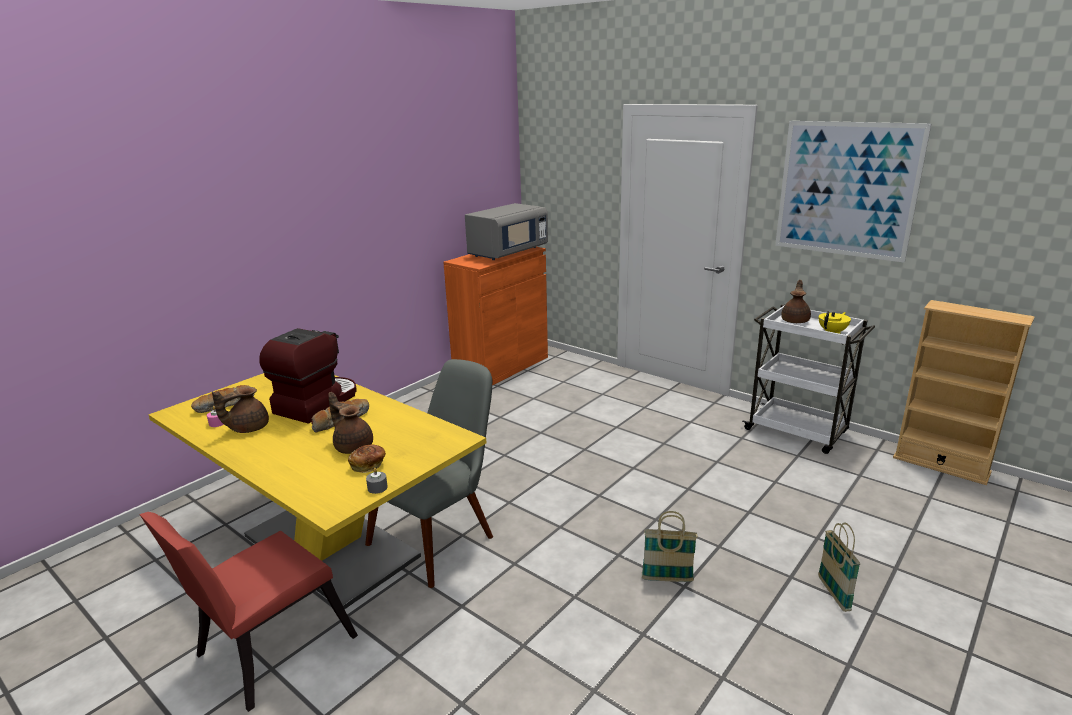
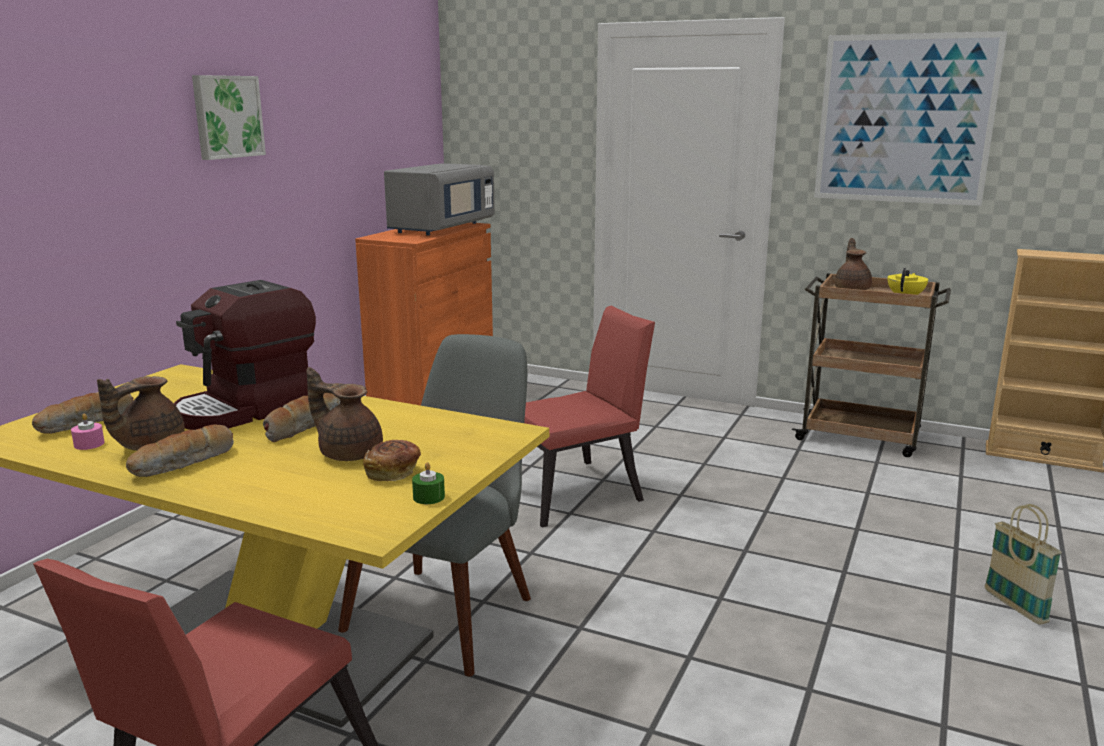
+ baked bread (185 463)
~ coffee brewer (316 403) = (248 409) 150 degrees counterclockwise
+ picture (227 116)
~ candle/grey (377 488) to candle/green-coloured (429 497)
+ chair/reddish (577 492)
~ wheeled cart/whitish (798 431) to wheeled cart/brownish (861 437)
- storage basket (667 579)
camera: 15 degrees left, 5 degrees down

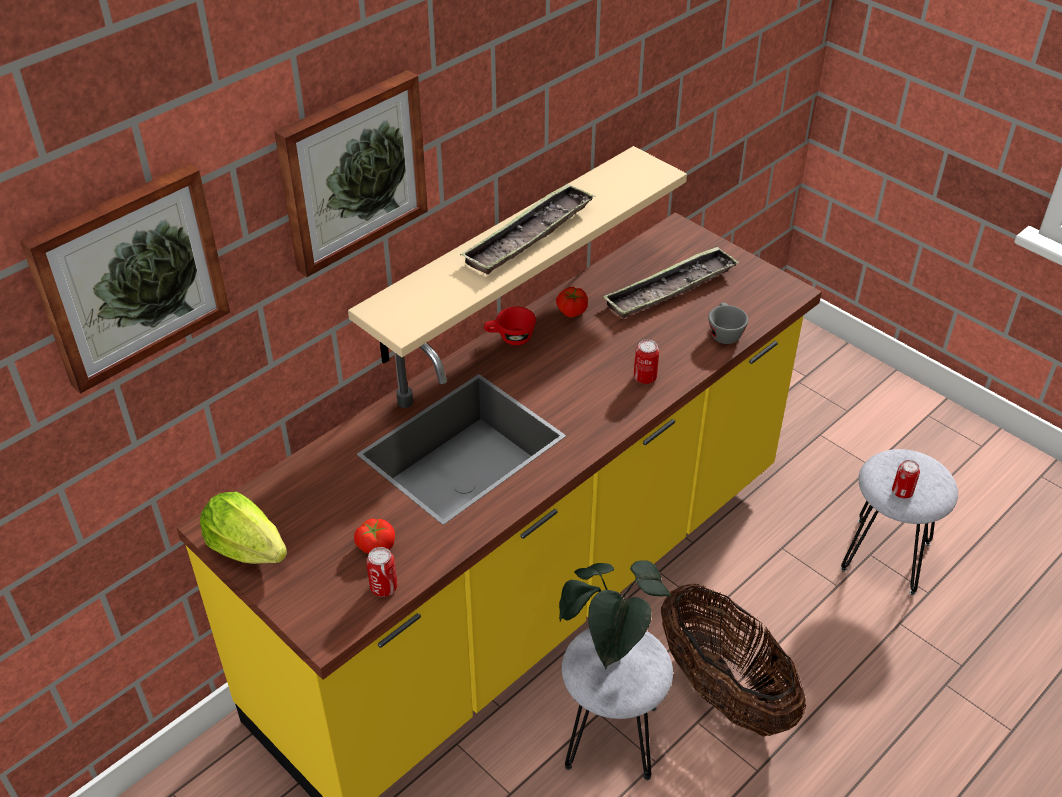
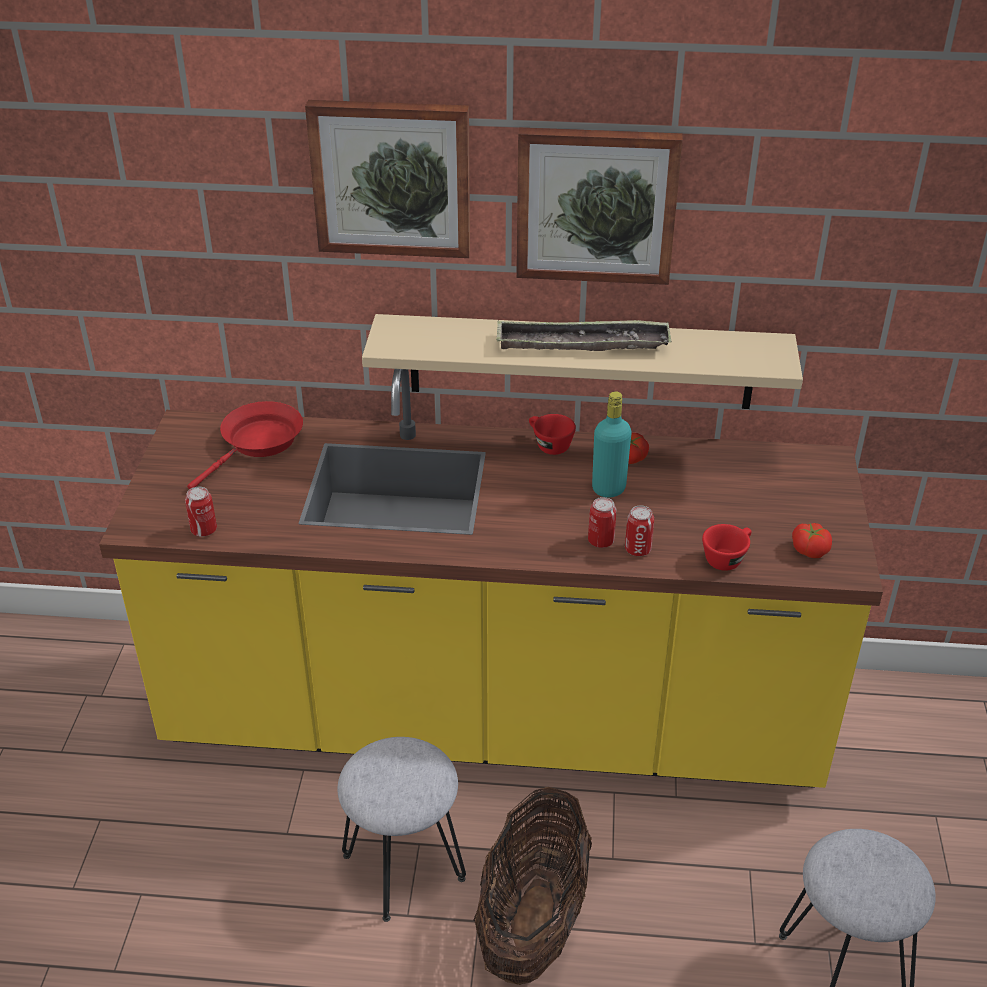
+ frying pan/reddish (258 443)
~ picture (129 275) to (596 204)
+ beverage bottle/blue-green (608 489)
~ sealed can (902 492) to (638 549)
~ small cup/grey (724 332) to small cup/reddish (727 558)
~ whole tomato (375 544) to (810 549)
- lettuce head (246 548)
- potted plant (610 649)
- tray (670 289)
camera: 50 degrees right, 5 degrees down

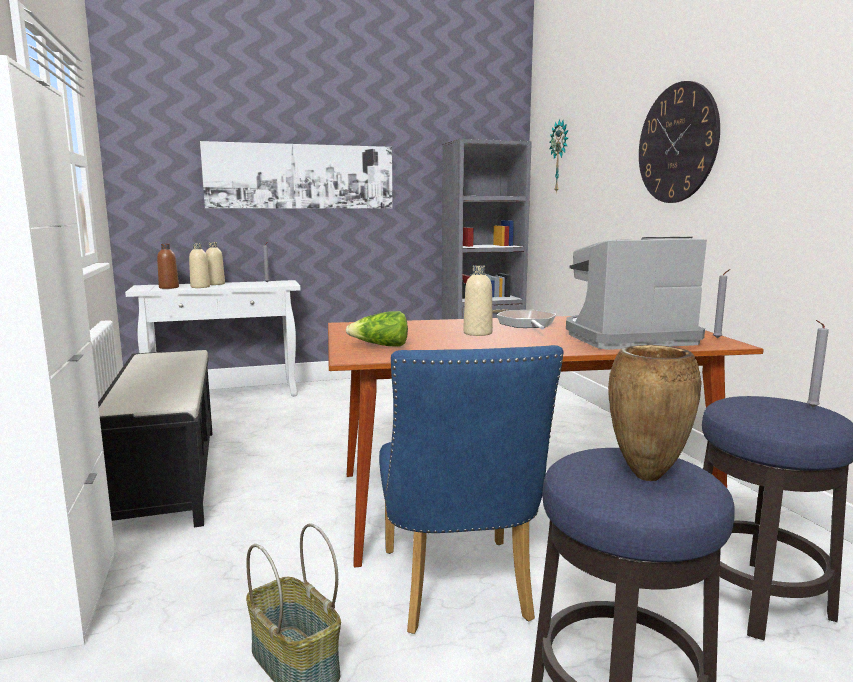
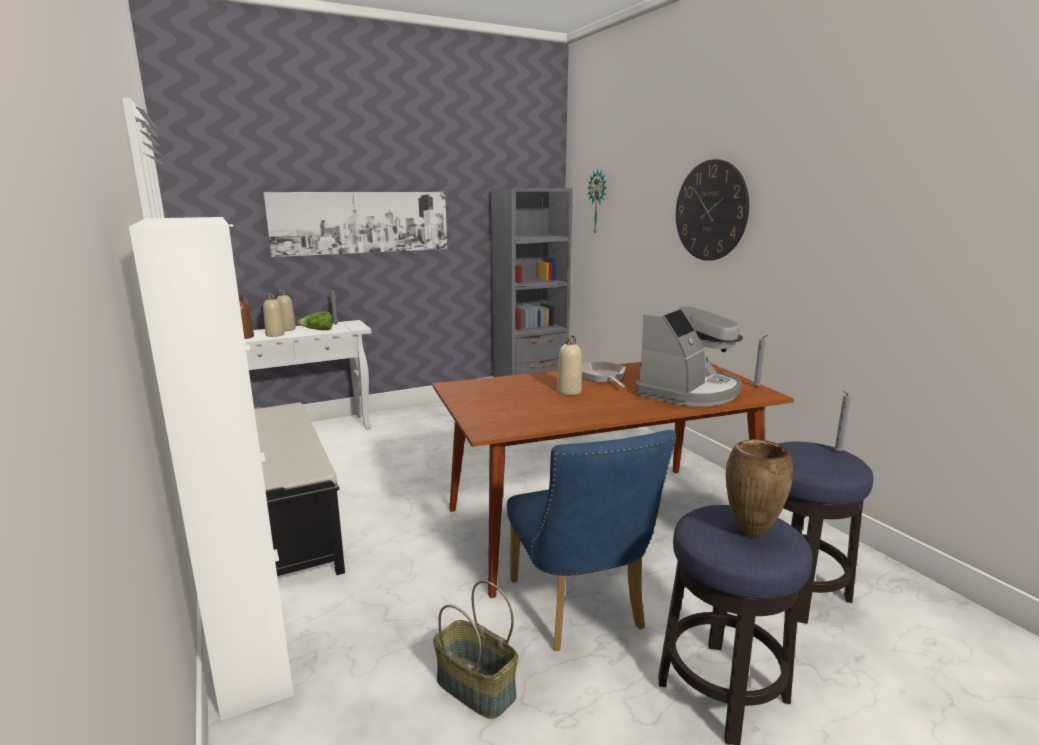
~ lettuce head (381 346) to (318 330)
~ coffee brewer (626 338) = (689 391) 150 degrees clockwise
camera: 10 degrees left, 5 degrees up

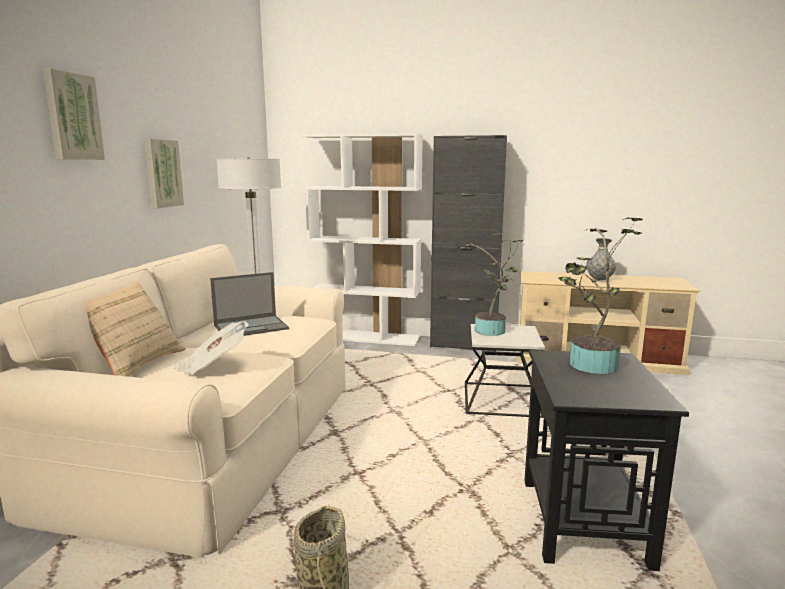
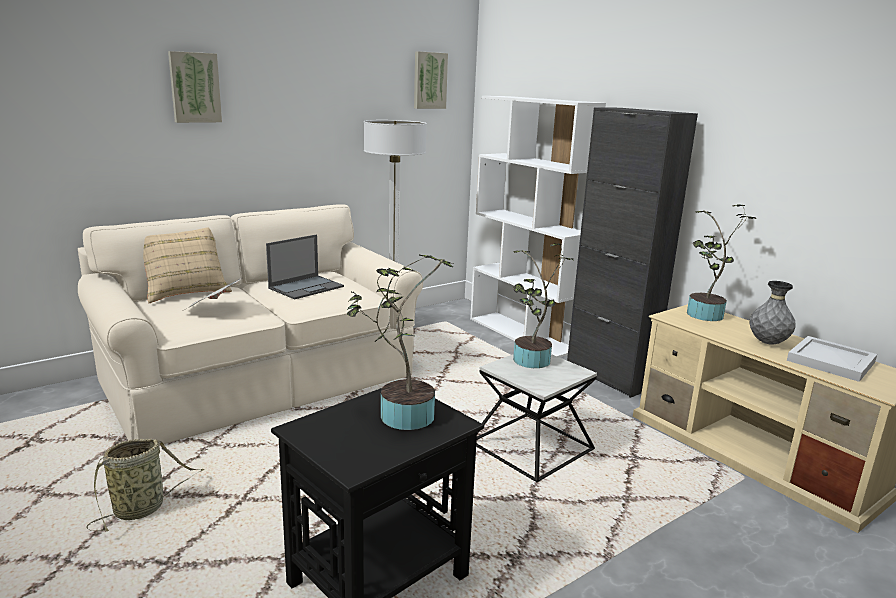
~ laptop (252 327) = (307 287) 60 degrees counterclockwise
~ picture (162 173) to (429 80)
+ potted plant (704 316)
+ tray/whitish (832 361)
camera: 40 degrees right, 5 degrees up

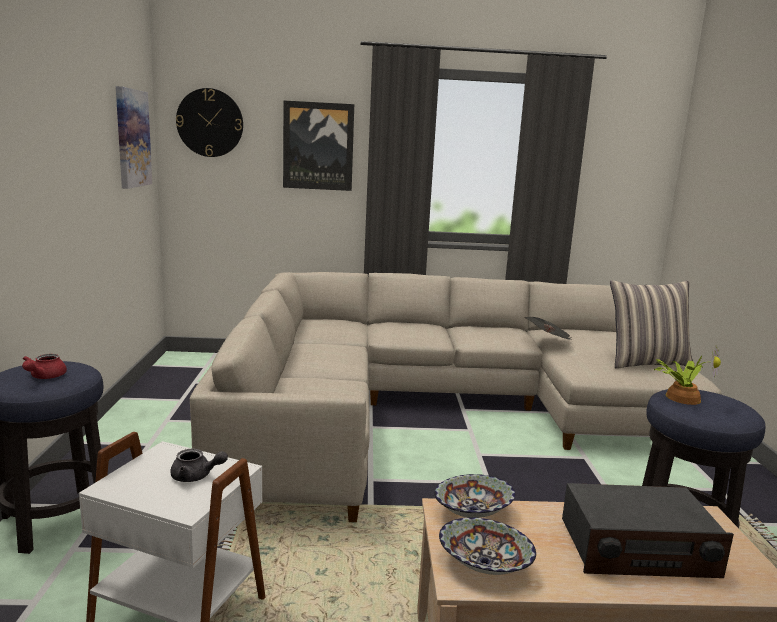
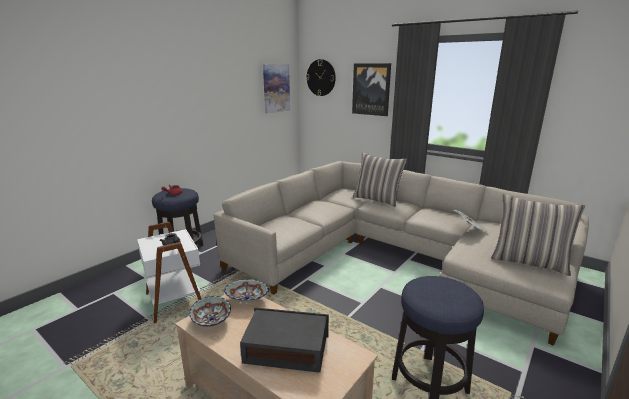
~ radio receiver (637 548) = (286 349) 150 degrees clockwise
+ cushion (377 199)
- potted plant (681 397)
camera: 40 degrees right, 5 degrees up

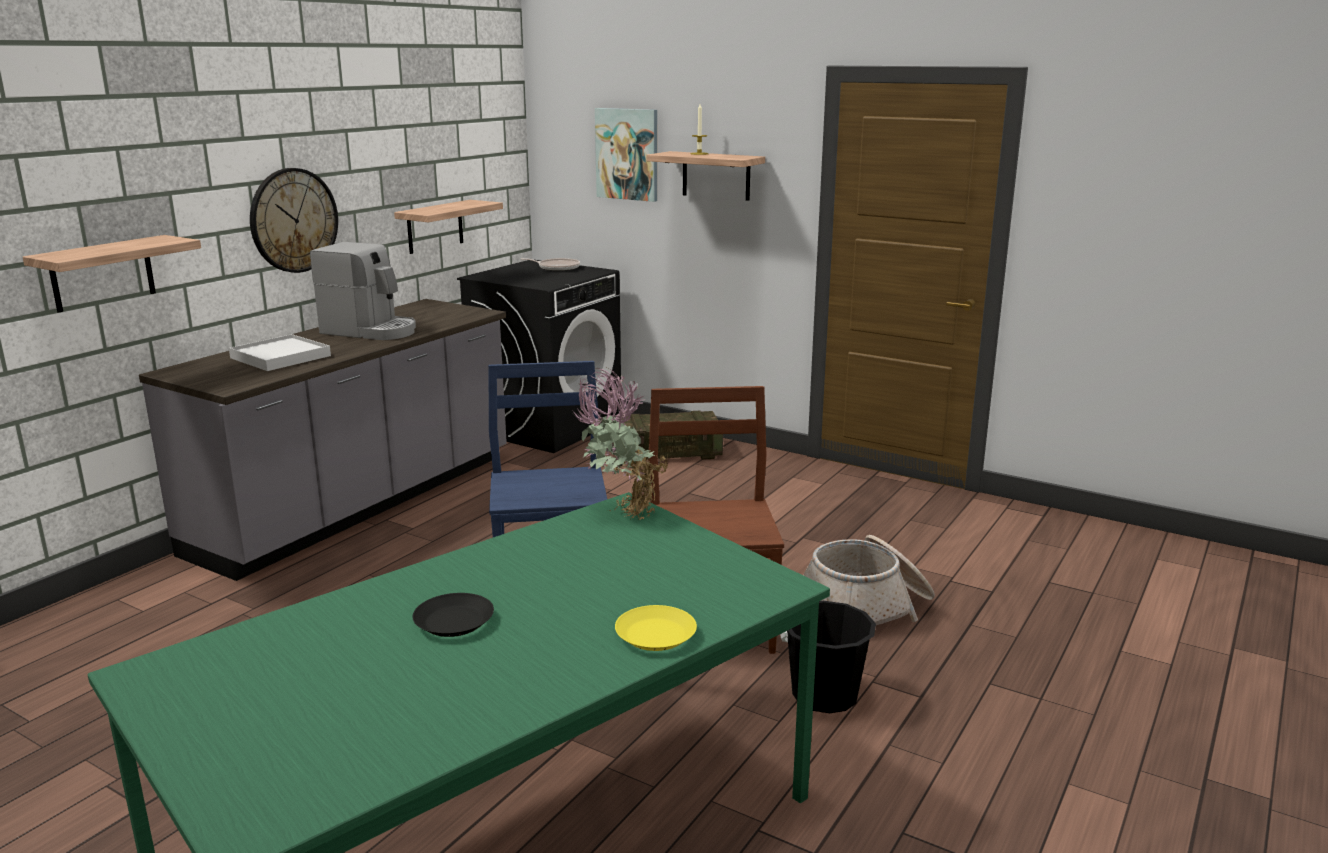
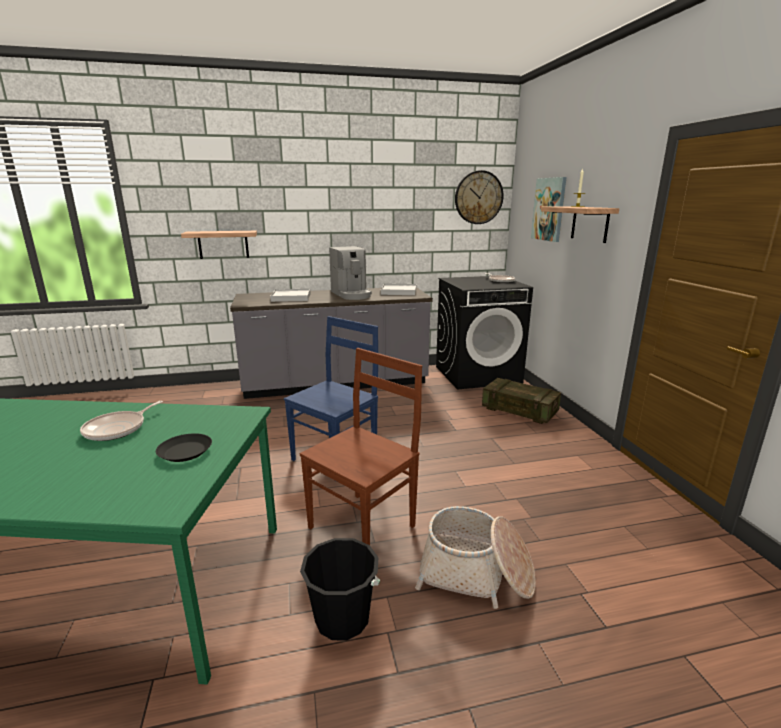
+ frying pan (118 429)
~ dinner plate/black (454 621) to (186 452)
+ tray/whitish (399 291)
~ hanging clock (293 220) to (478 197)
- shelf (435 226)
- potted plant (620 512)
- dinner plate/yellow (656 635)
camera: 45 degrees right, 0 degrees up

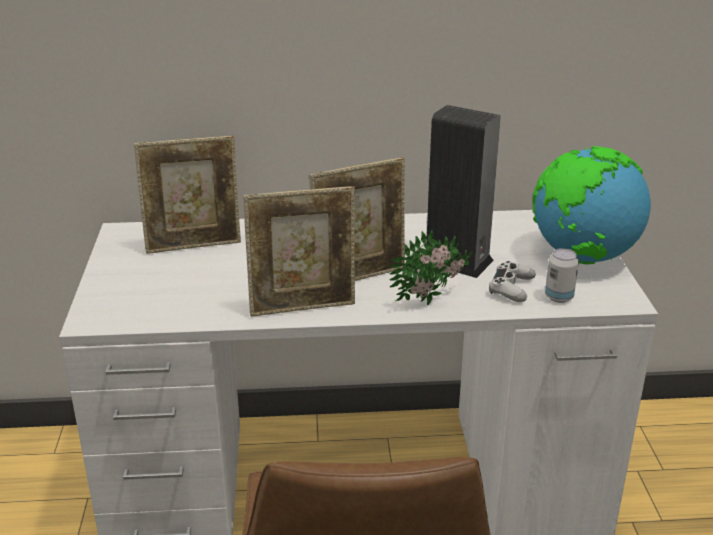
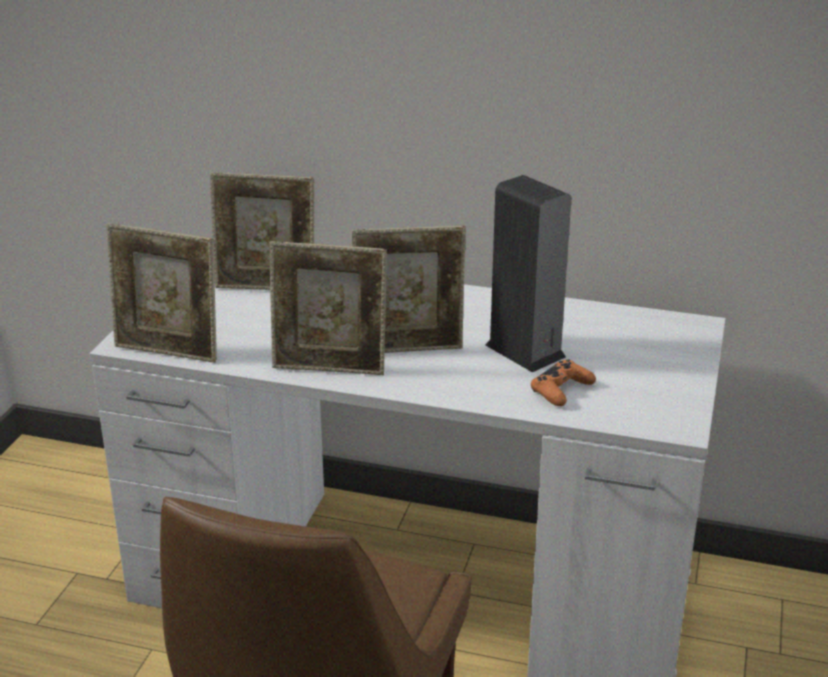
+ picture frame (168 352)
~ game controller/whitish (511 288) to game controller/orange (561 390)
- potted plant (433 299)
- desk globe (582 257)
- sealed can (559 297)
camera: 20 degrees right, 0 degrees up

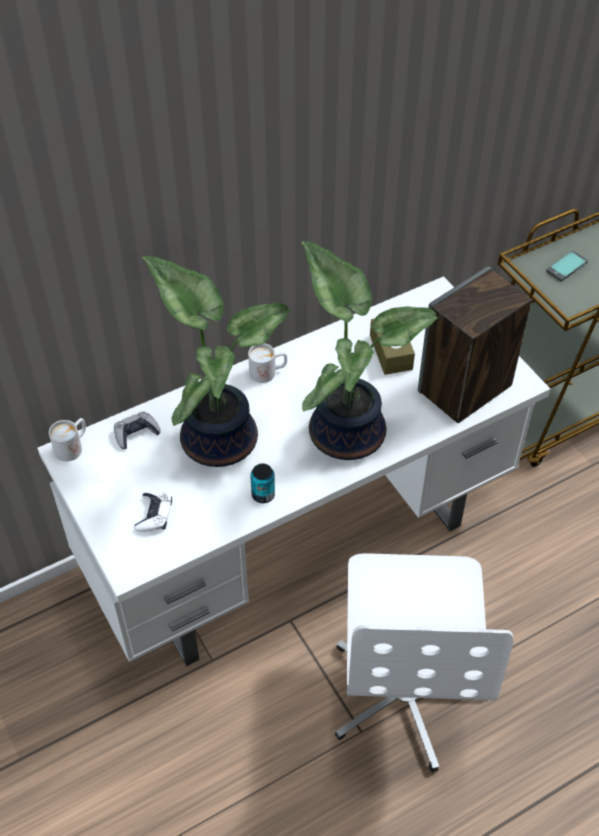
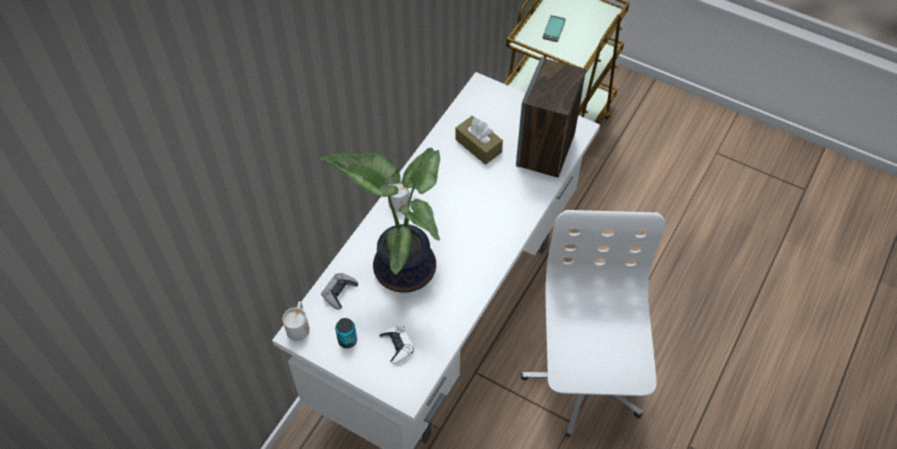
~ sealed can (263 495) to (347 340)
~ office chair/whitish (406 693) = (584 380) 150 degrees counterclockwise
- potted plant (348 431)
camera: 30 degrees left, 5 degrees up

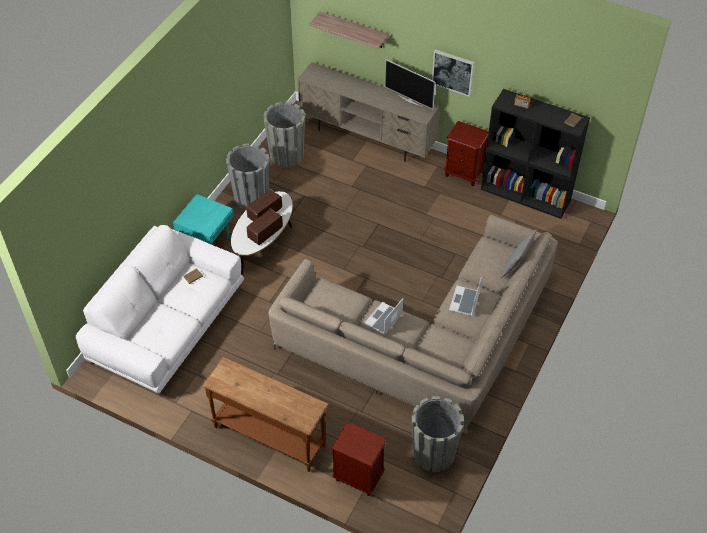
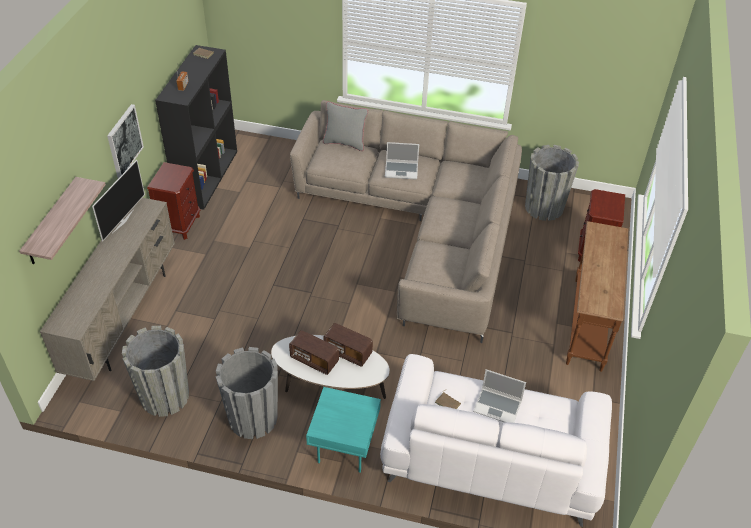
~ laptop (383 320) to (498 406)
camera: 105 degrees left, 5 degrees down

